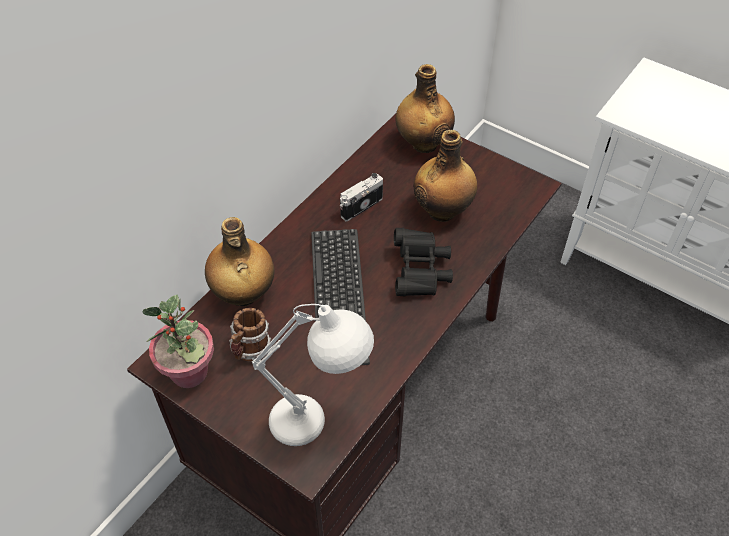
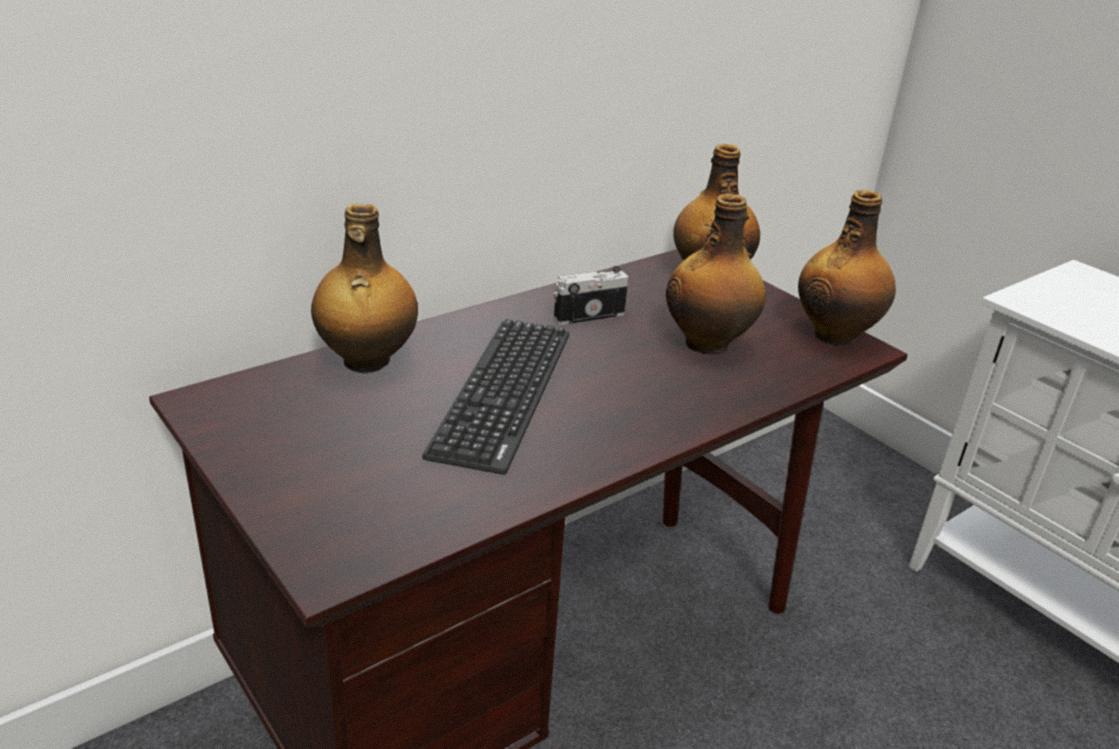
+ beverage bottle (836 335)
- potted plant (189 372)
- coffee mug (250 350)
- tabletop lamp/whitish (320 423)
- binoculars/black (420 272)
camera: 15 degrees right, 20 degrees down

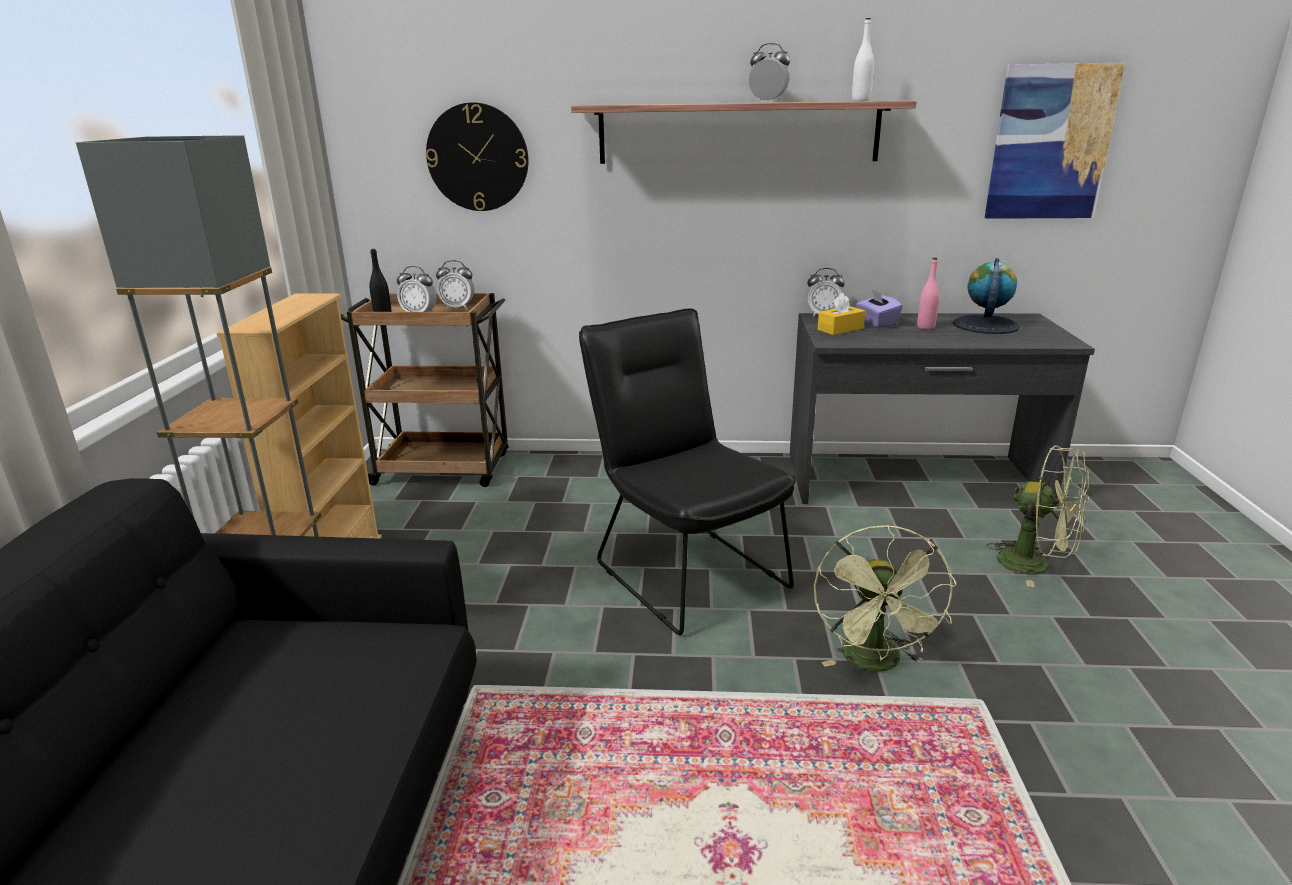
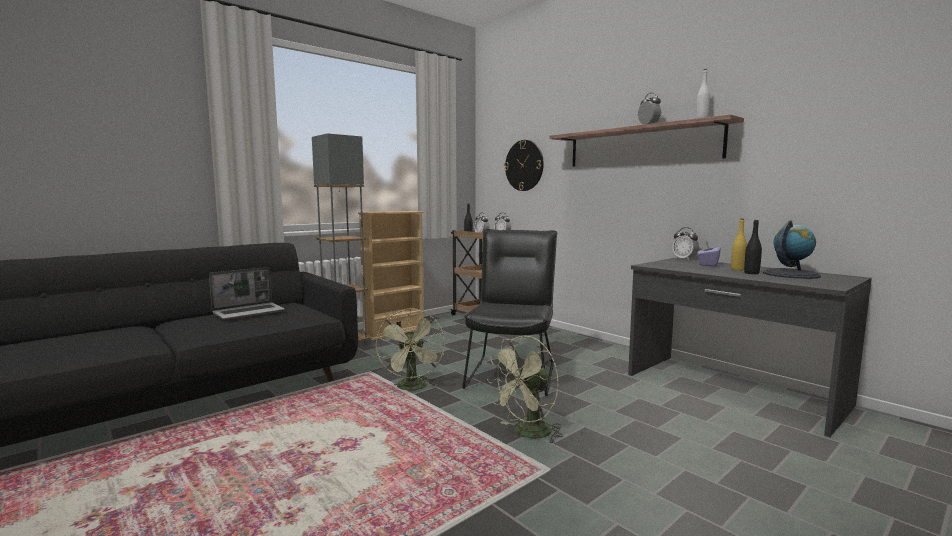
+ laptop (249 312)
~ fan/green-coloured (1035 565) to (413 388)
~ beverage bottle/pink-coloured (925 327) to beverage bottle/yellow (737 269)
+ beverage bottle/black (751 273)
- tissue holder/yellow (840 329)
- picture (1050 143)
camera: 45 degrees right, 15 degrees down

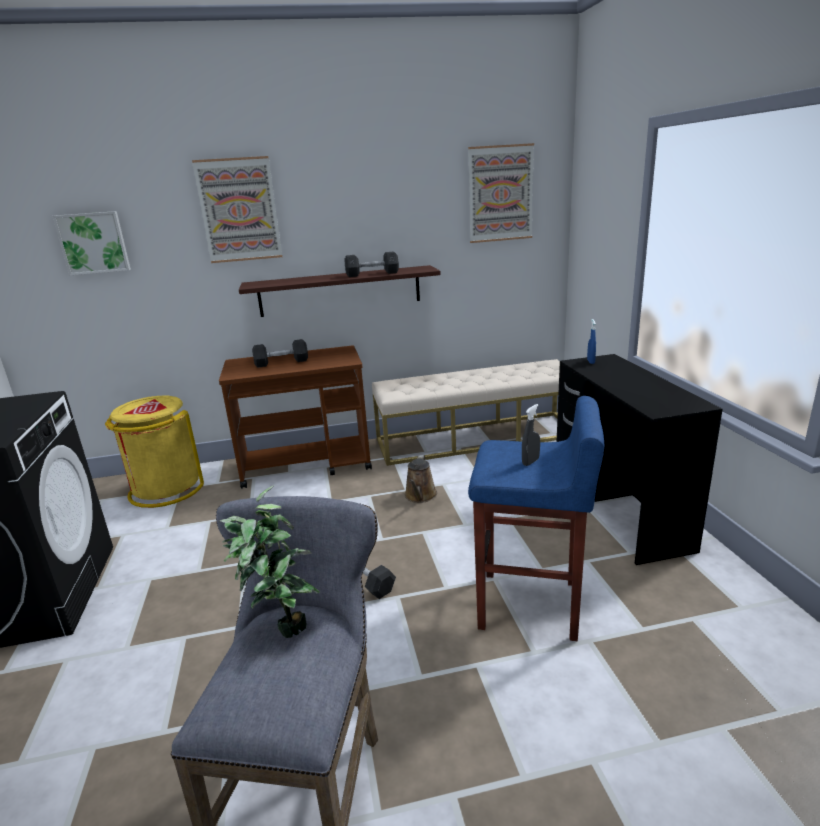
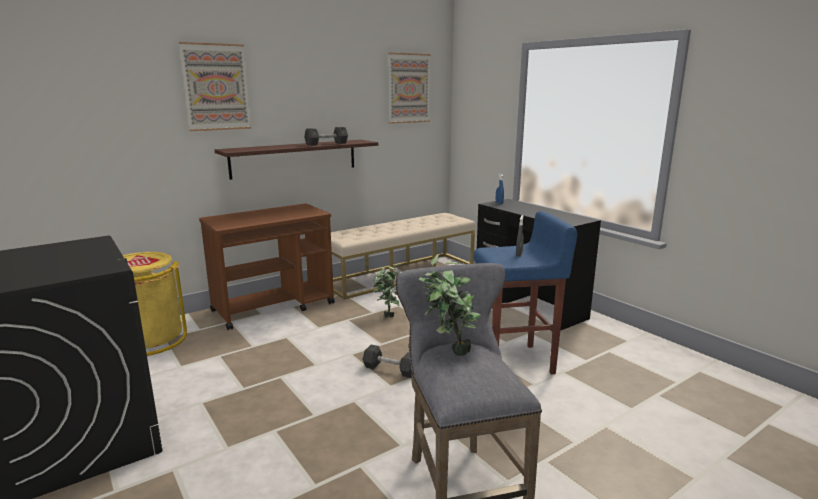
~ watering pot/brownish (420 496) to potted plant (388 315)
- picture (93 243)
- free weight/grey (281 362)
camera: 25 degrees left, 5 degrees down

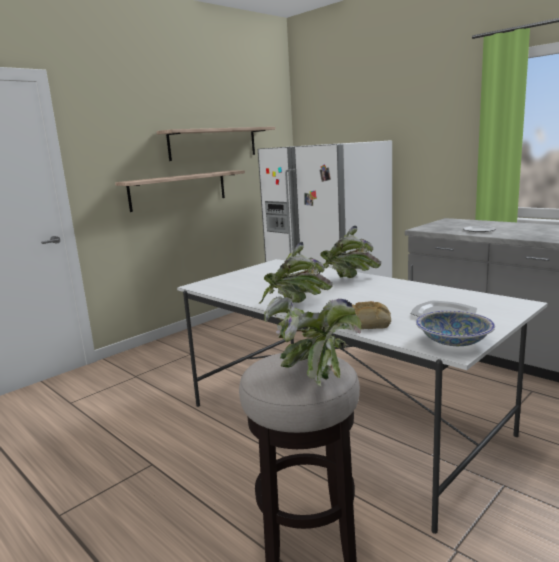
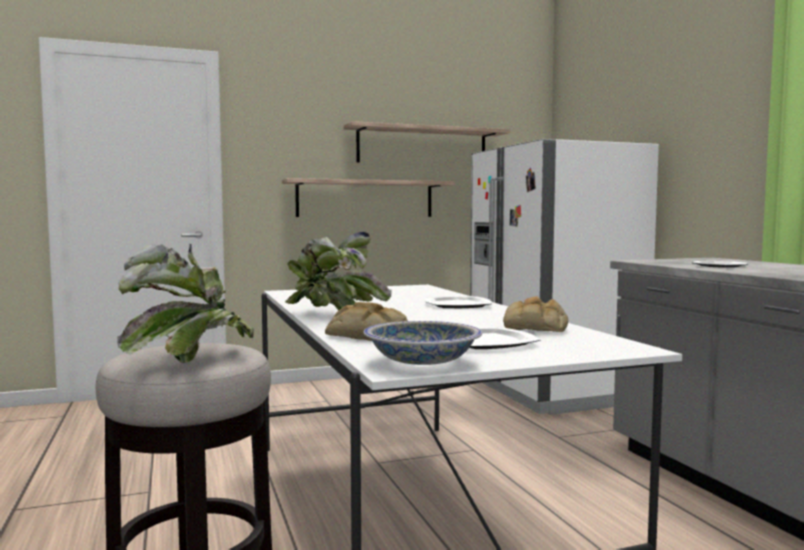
~ potted plant (347 279) to dinner plate (458 304)
+ baked bread (535 328)
camera: 25 degrees right, 10 degrees down

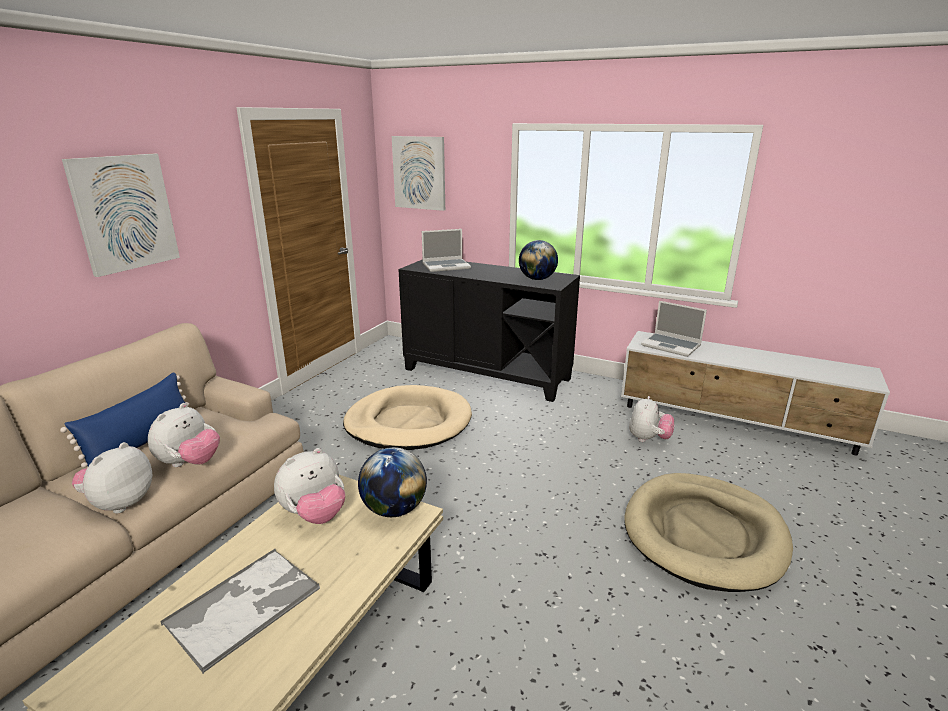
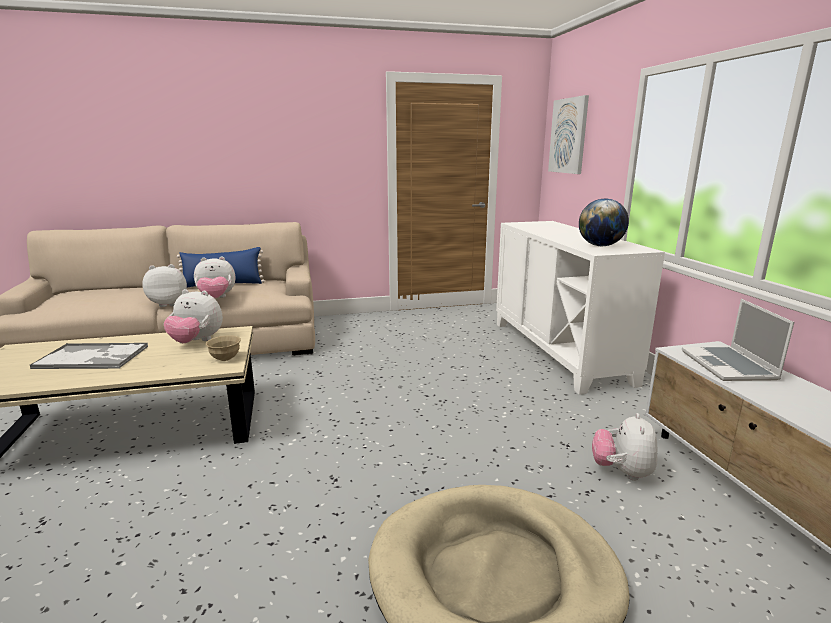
~ desk globe (394 509) to bowl/sand-coloured (225 358)
~ cabinet/black (487 374) to cabinet/whitish (559 351)
~ soft toy (648 439) = (622 472) 120 degrees clockwise
- picture (124 213)
- dog bed/sand-coloured (408 423)
- laptop (446 266)
camera: 50 degrees right, 5 degrees down

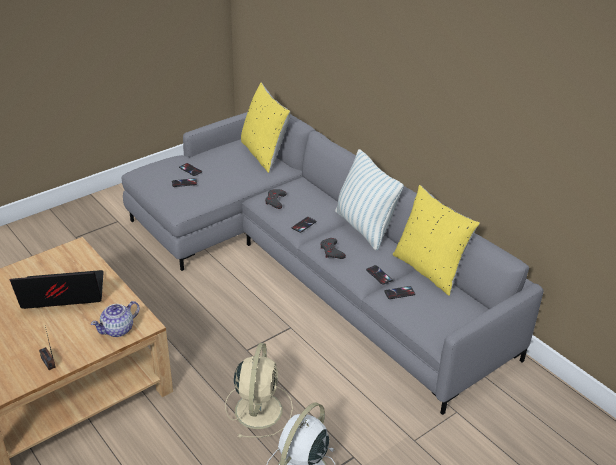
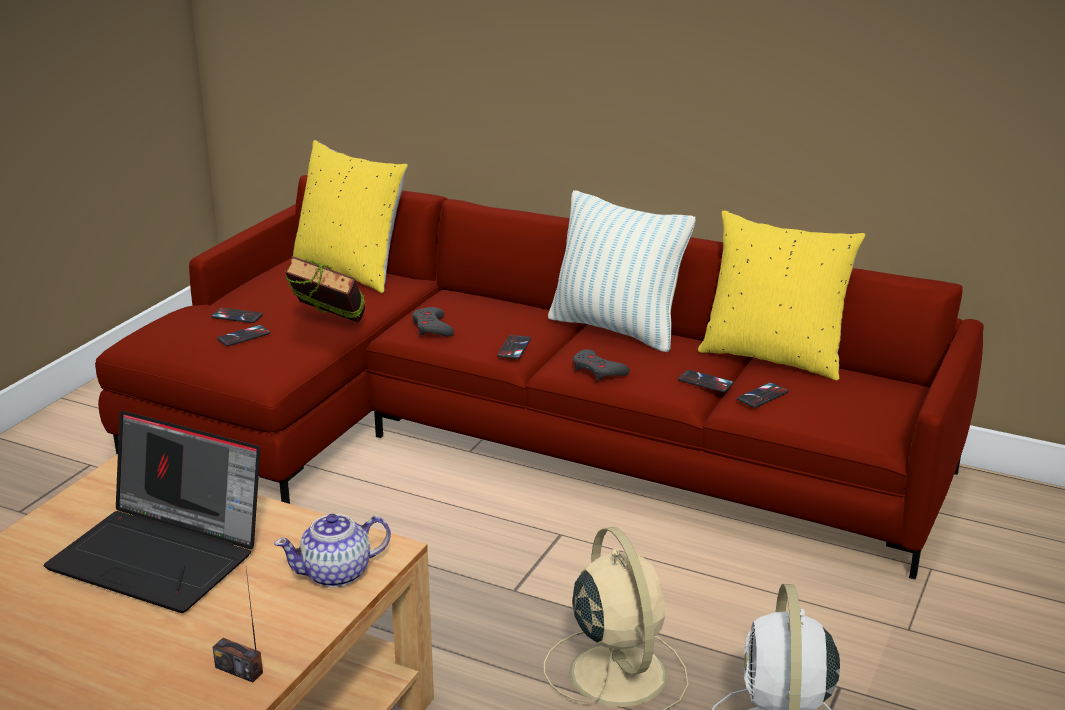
~ laptop (61 296) = (163 555) 120 degrees counterclockwise
~ settee/grey (310 265) to settee/reddish (513 437)
~ pot for tea (118 329) = (337 573) 45 degrees clockwise
+ bound book (329 331)
camera: 25 degrees left, 10 degrees down

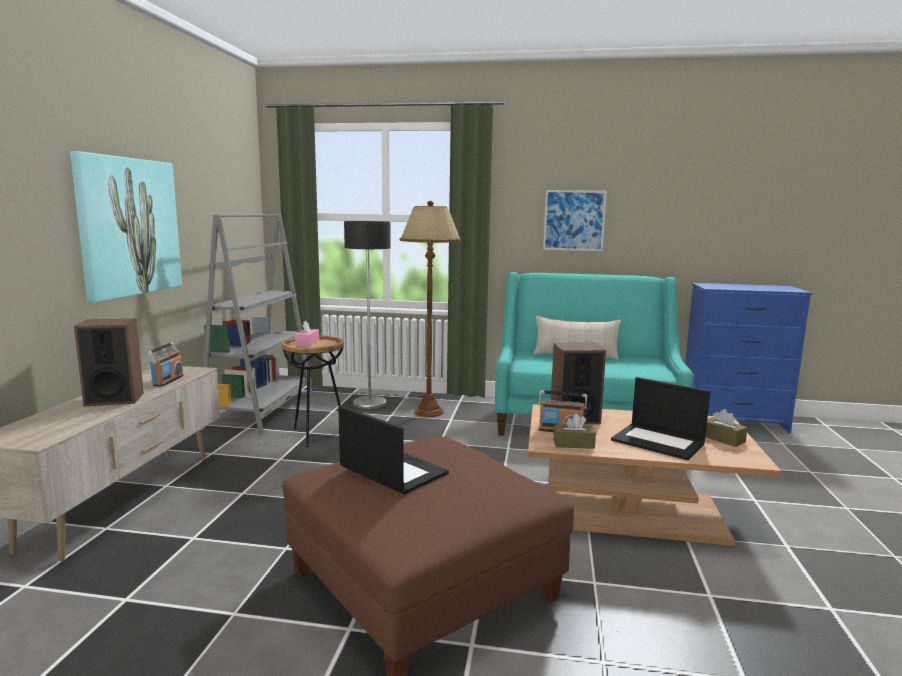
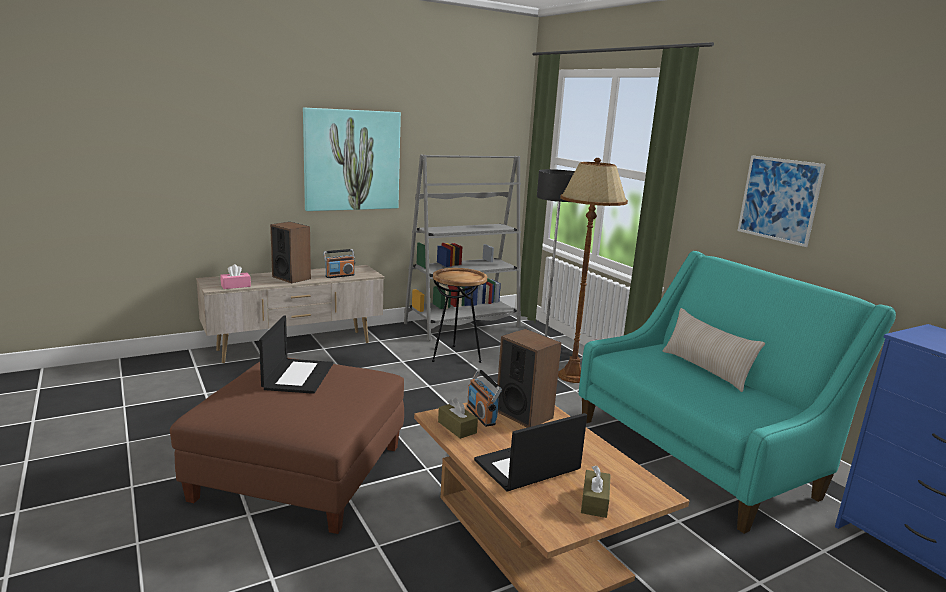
~ tissue holder/pink-coloured (307 343) to (236 286)
~ laptop (659 442) = (526 466) 60 degrees clockwise
camera: 50 degrees right, 5 degrees up

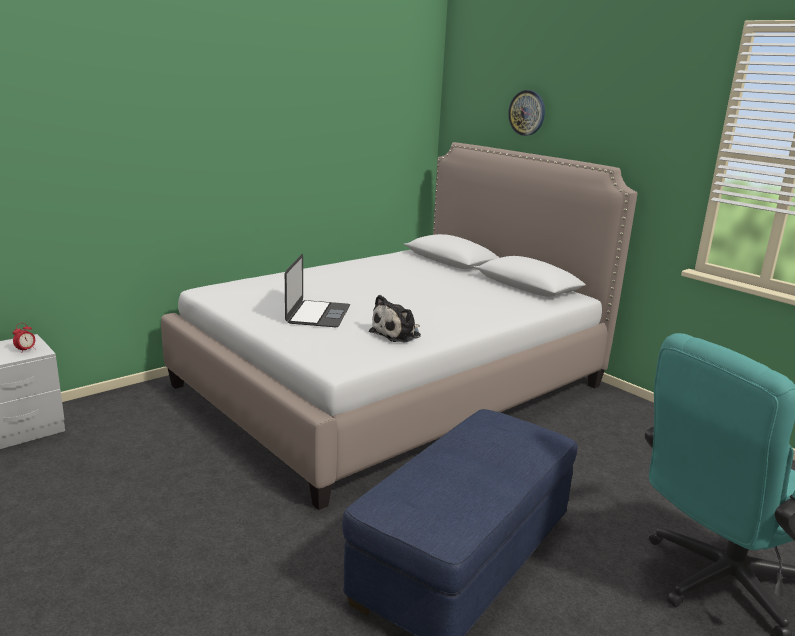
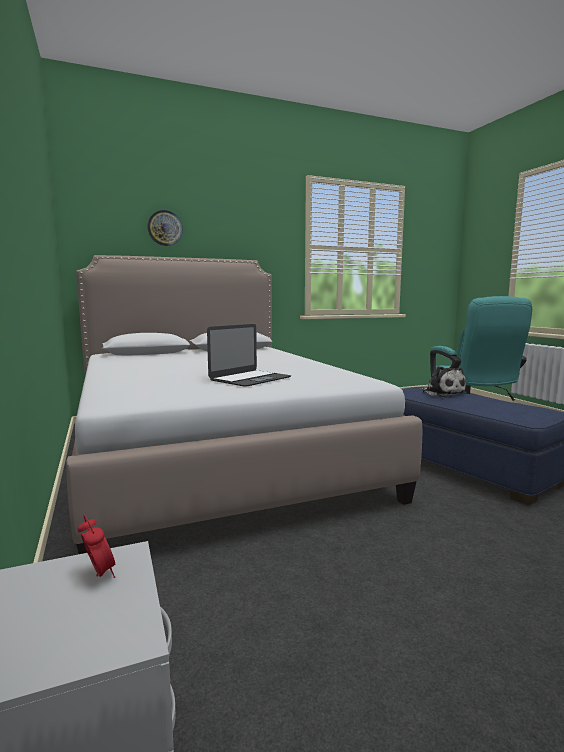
~ laptop (318 314) = (250 378) 105 degrees clockwise
~ soft toy (397 334) to (442 393)
camera: 70 degrees left, 10 degrees down

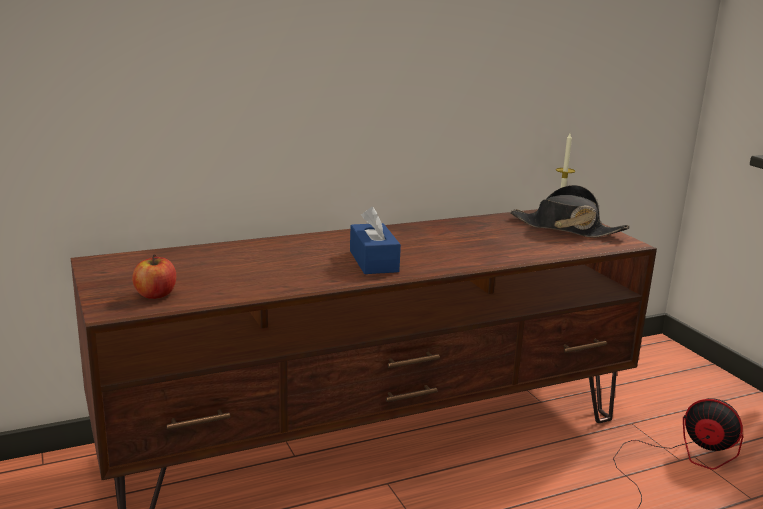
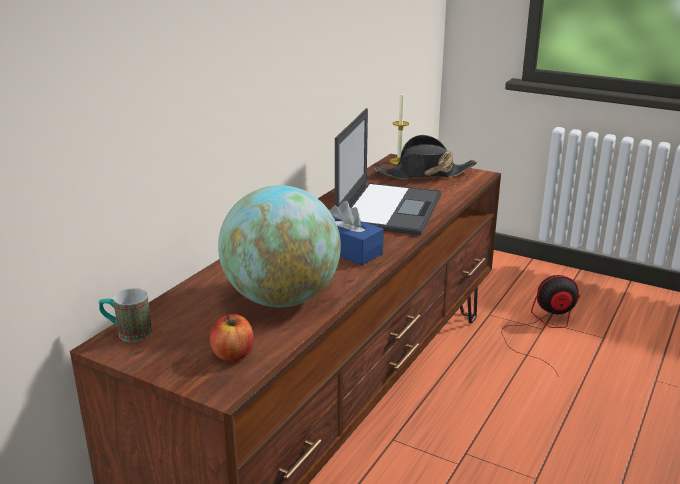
+ coffee mug (127 333)
+ desk globe (282 299)
+ laptop (389 208)
camera: 35 degrees left, 5 degrees up

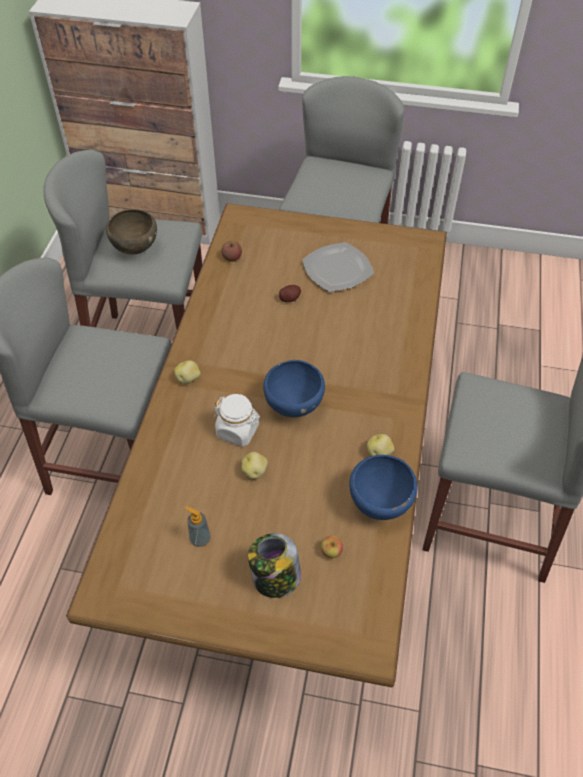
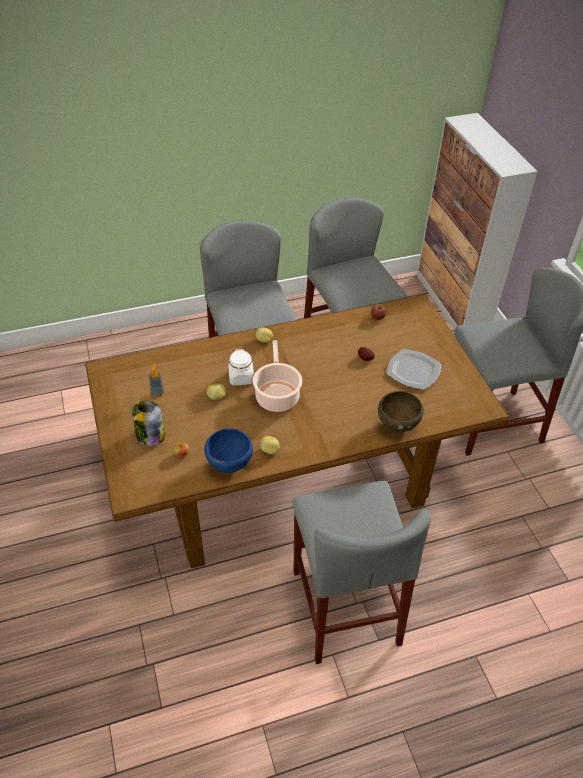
~ bowl/bluish (294 406) to stockpot (277 395)
~ bowl/brownish (135 250) to (397 425)
camera: 60 degrees right, 5 degrees down

